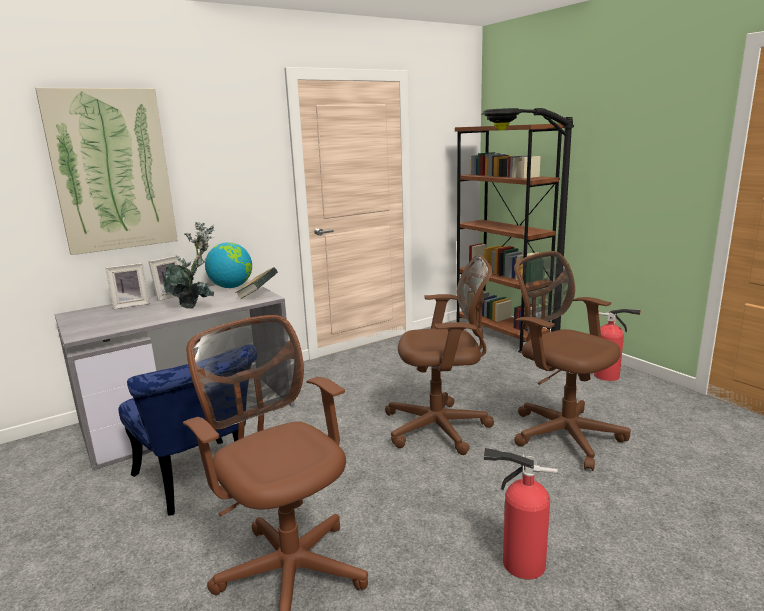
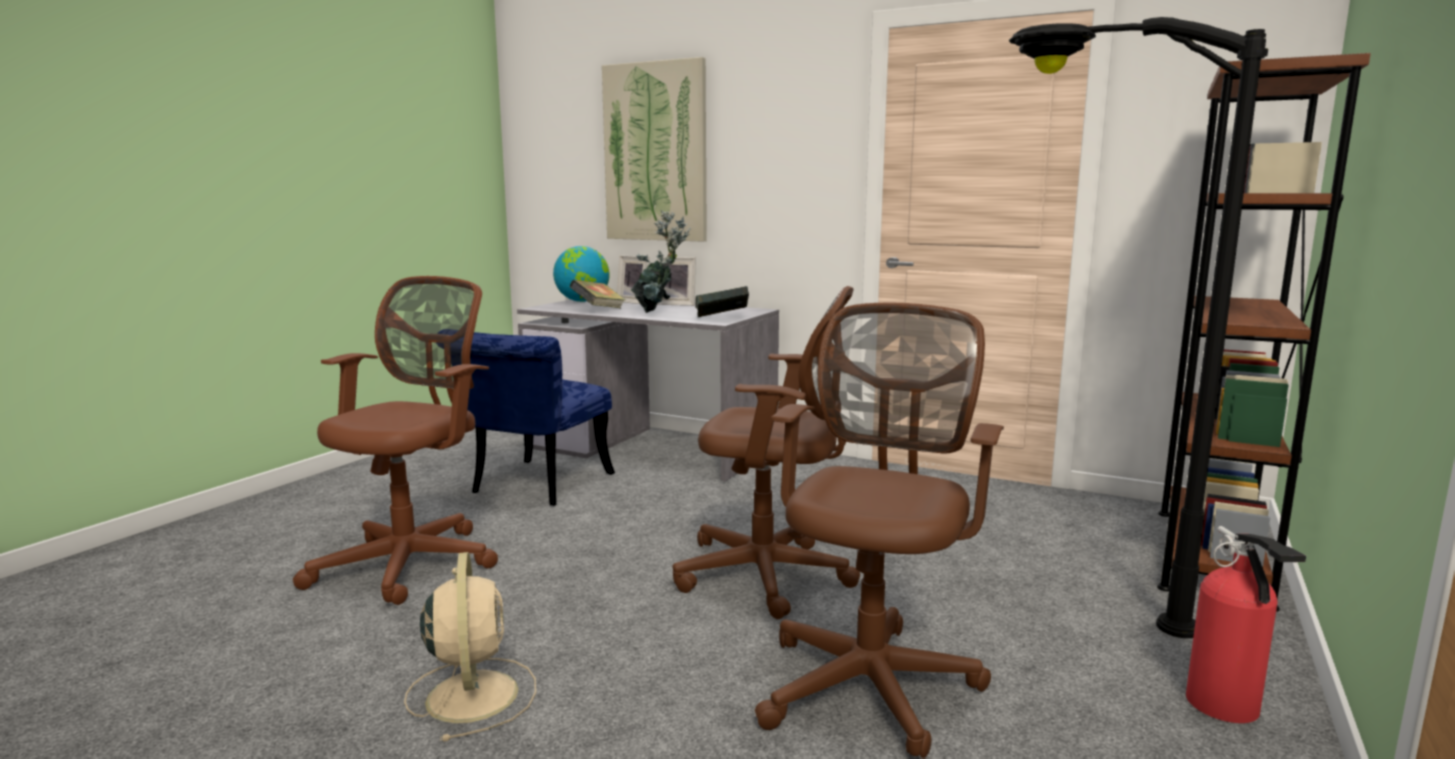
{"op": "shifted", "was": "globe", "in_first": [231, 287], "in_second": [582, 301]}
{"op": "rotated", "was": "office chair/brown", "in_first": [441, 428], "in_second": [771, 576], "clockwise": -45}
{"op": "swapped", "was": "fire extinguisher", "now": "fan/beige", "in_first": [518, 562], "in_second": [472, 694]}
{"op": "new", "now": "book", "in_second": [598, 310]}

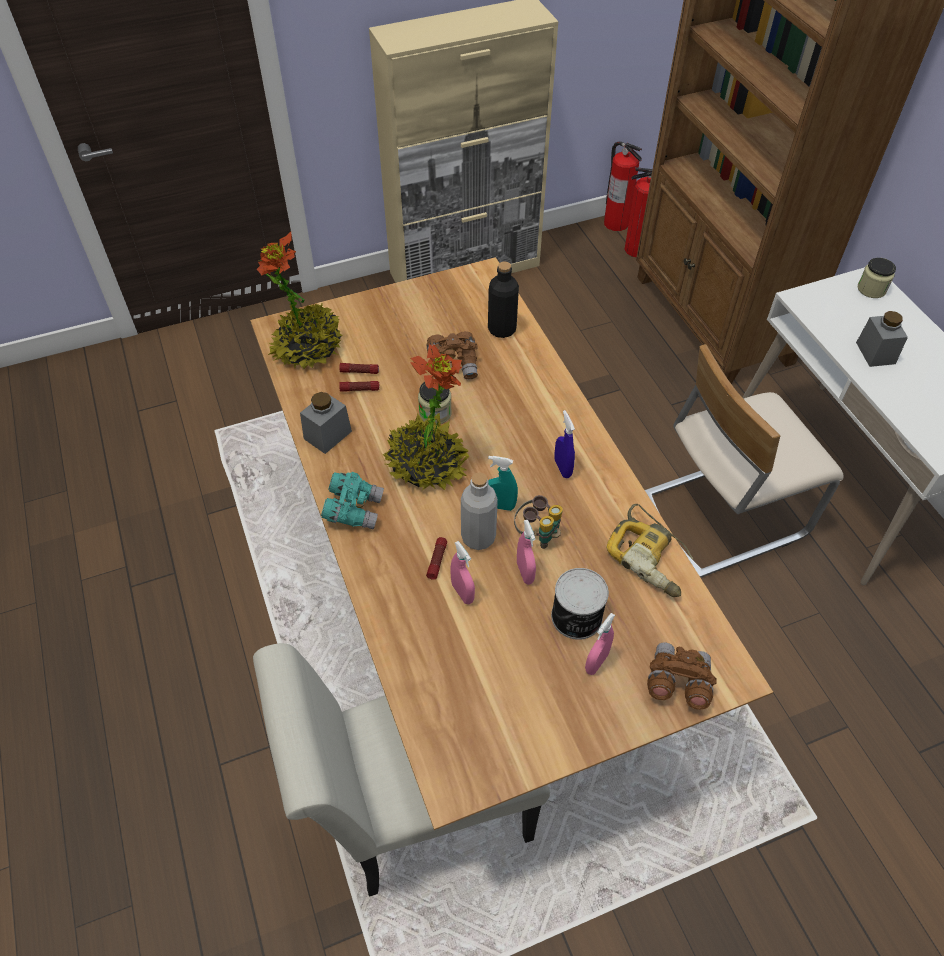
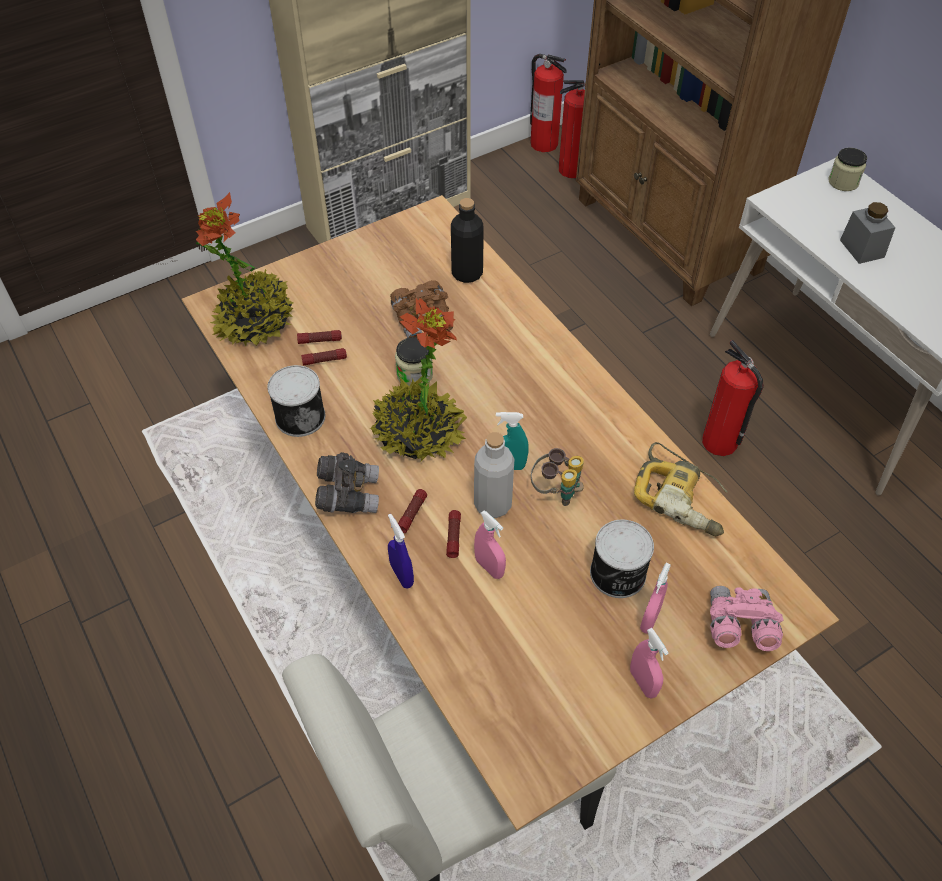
{"op": "swapped", "was": "jar/grey", "now": "can", "in_first": [327, 435], "in_second": [300, 416]}
{"op": "repainted", "was": "binoculars/turquoise", "now": "binoculars/grey", "in_first": [353, 509], "in_second": [348, 494]}
{"op": "shifted", "was": "spray bottle/pink", "in_first": [525, 572], "in_second": [643, 683]}
{"op": "shifted", "was": "spray bottle/blue", "in_first": [562, 468], "in_second": [402, 575]}
{"op": "swapped", "was": "chair/beige", "now": "fire extinguisher", "in_first": [722, 514], "in_second": [720, 442]}
{"op": "repainted", "was": "binoculars/brown", "now": "binoculars/pink", "in_first": [677, 682], "in_second": [738, 626]}
{"op": "new", "now": "flashlight", "in_second": [412, 514]}

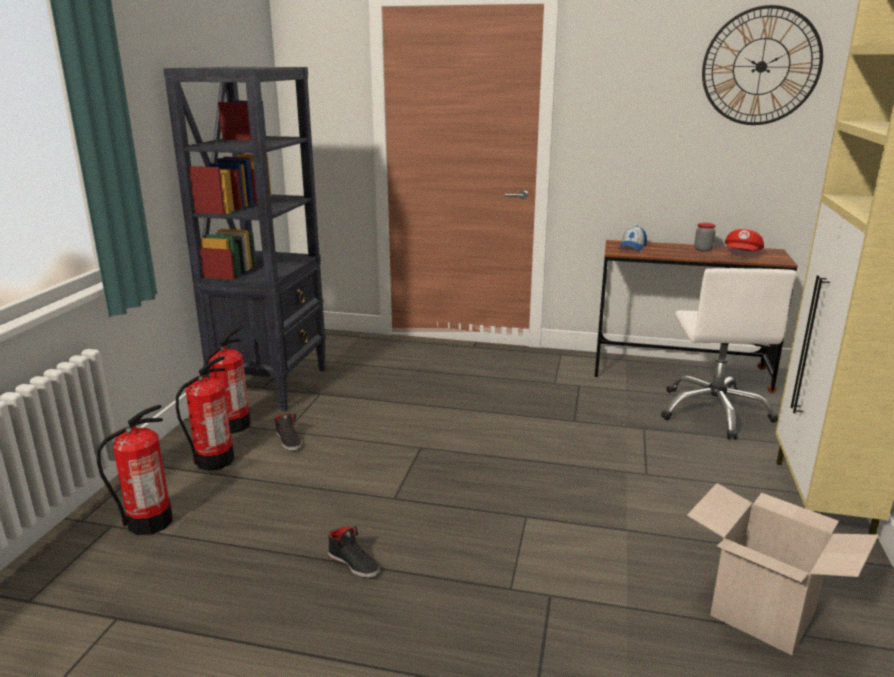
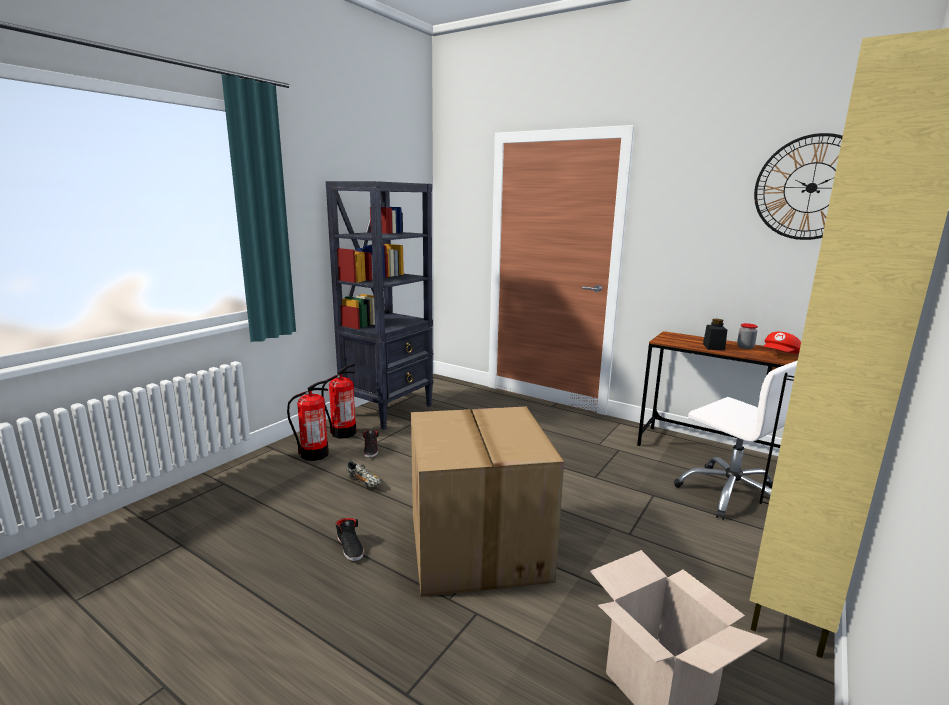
{"op": "gone", "was": "fire extinguisher", "in_first": [149, 522]}
{"op": "gone", "was": "cap", "in_first": [632, 247]}
{"op": "rotated", "was": "office chair/white", "in_first": [714, 412], "in_second": [731, 494], "clockwise": -60}
{"op": "new", "now": "shoe", "in_second": [364, 482]}
{"op": "new", "now": "cardboard box", "in_second": [480, 547]}
{"op": "new", "now": "jar/black", "in_second": [713, 347]}

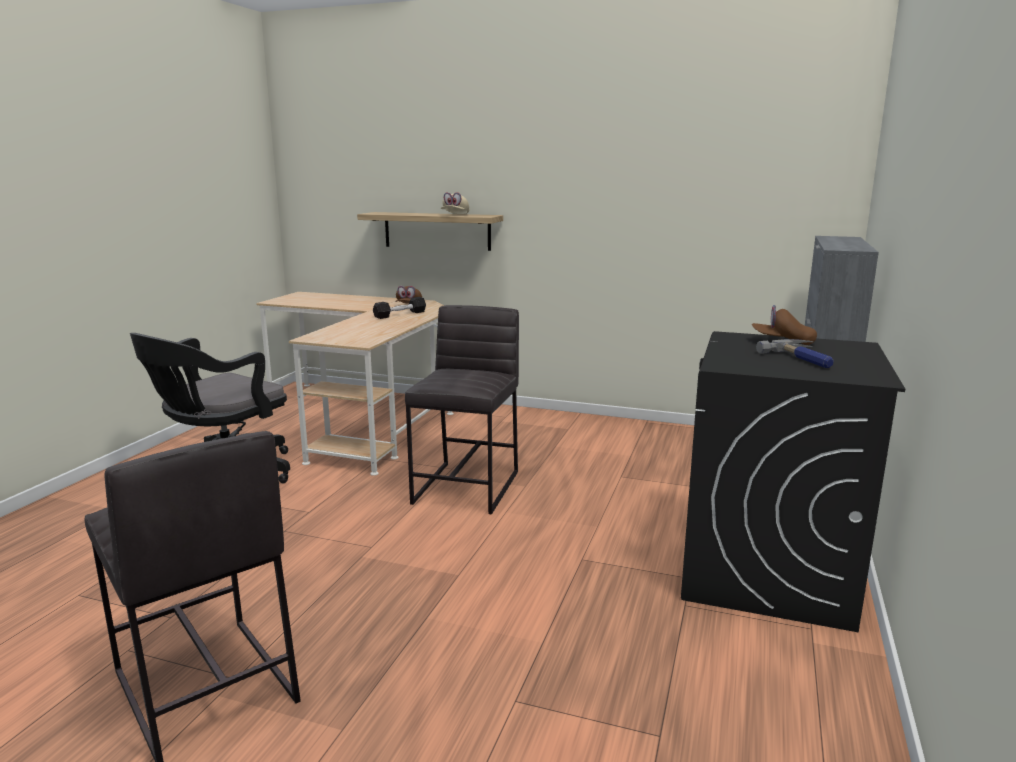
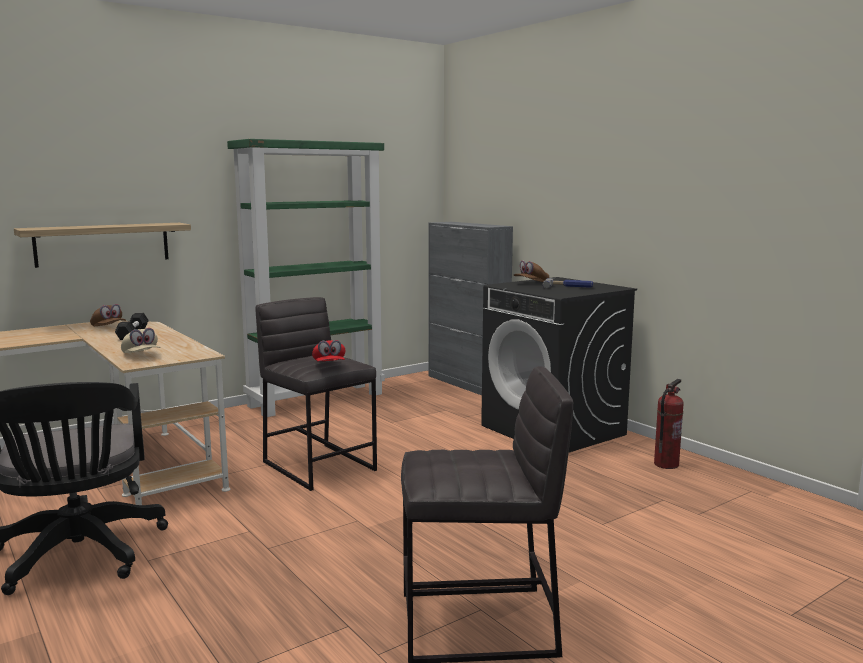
{"op": "shifted", "was": "cap/beige", "in_first": [455, 215], "in_second": [141, 355]}
{"op": "new", "now": "bookcase/green", "in_second": [316, 399]}
{"op": "new", "now": "cap/red", "in_second": [329, 365]}
{"op": "new", "now": "fire extinguisher", "in_second": [666, 464]}

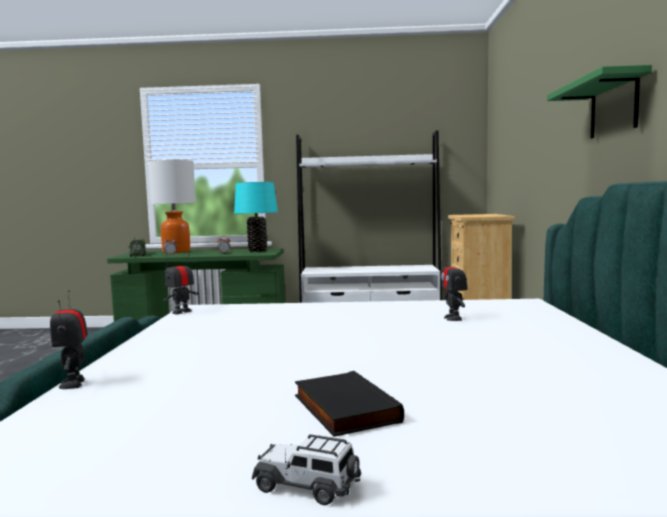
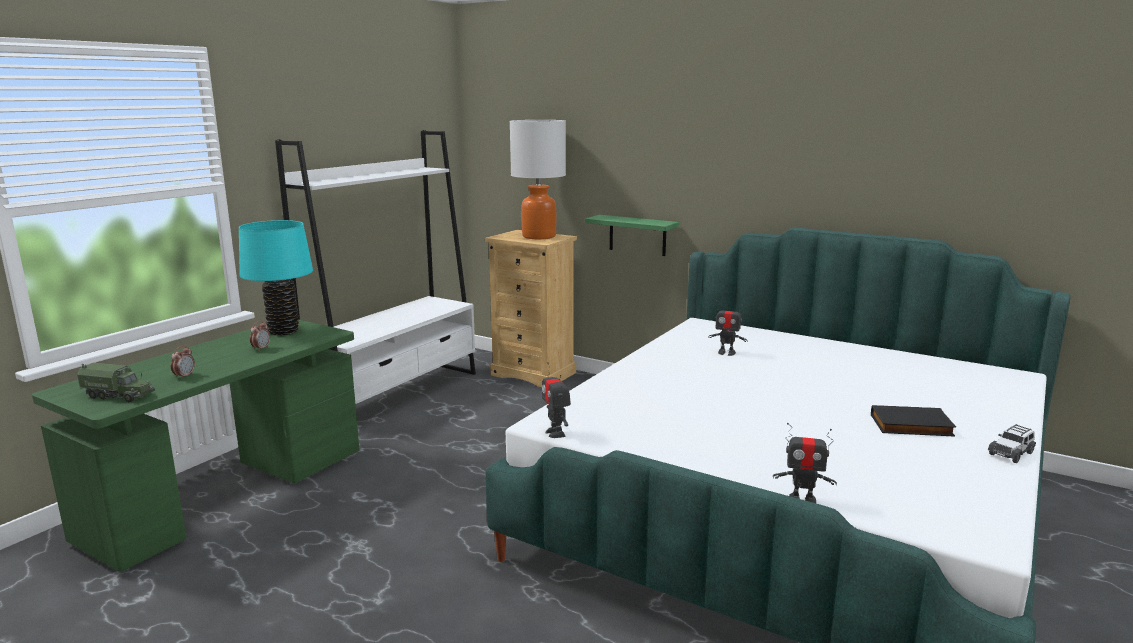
{"op": "shifted", "was": "table lamp", "in_first": [176, 251], "in_second": [538, 236]}
{"op": "shifted", "was": "shelf/green", "in_first": [613, 107], "in_second": [637, 235]}

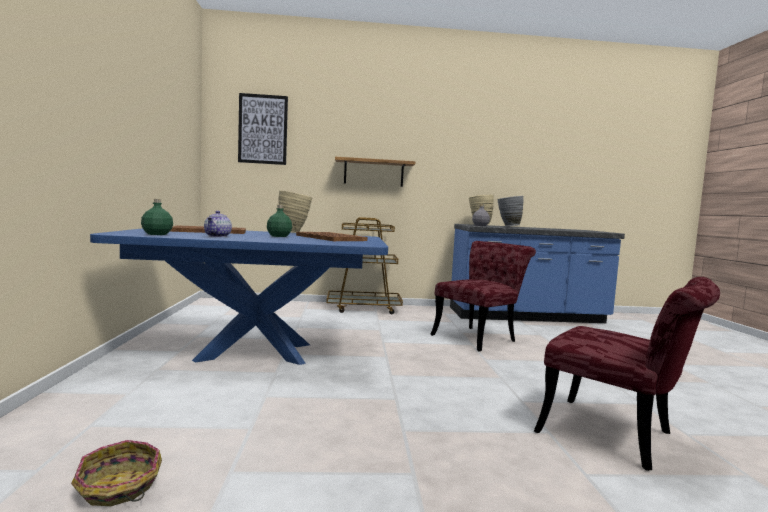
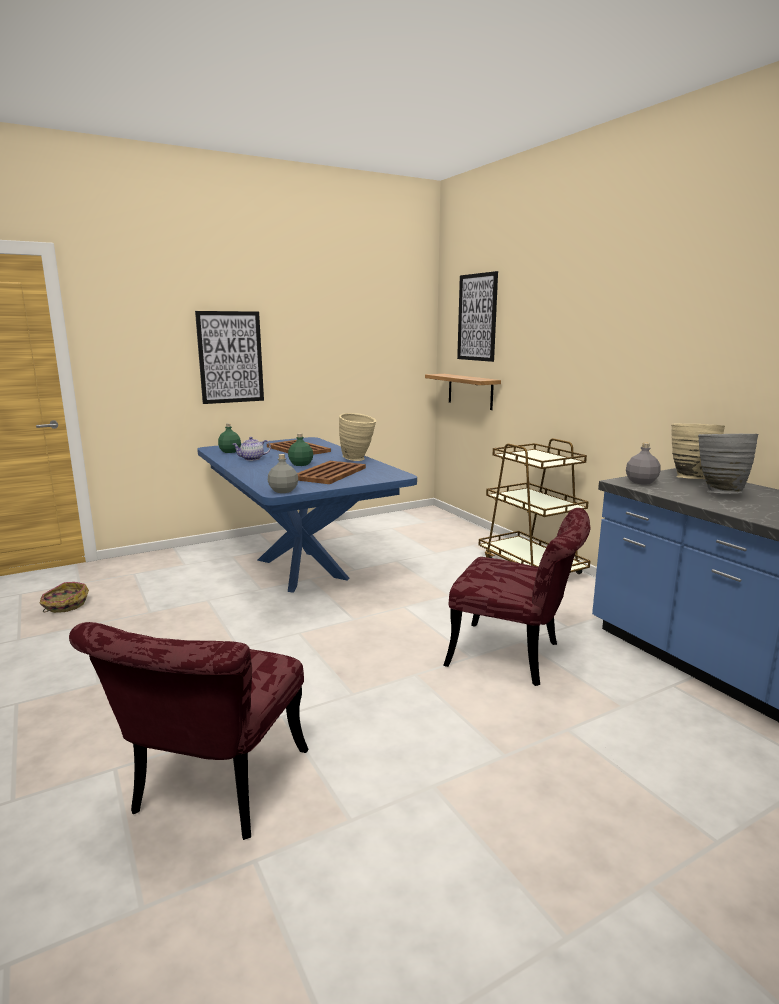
{"op": "shifted", "was": "shelf", "in_first": [373, 173], "in_second": [470, 391]}
{"op": "new", "now": "picture", "in_second": [230, 357]}
{"op": "new", "now": "bottle/grey", "in_second": [283, 491]}

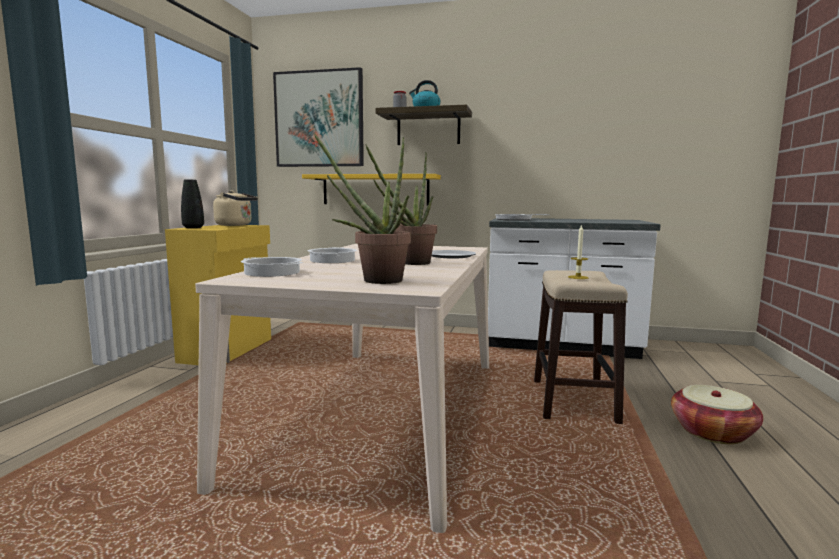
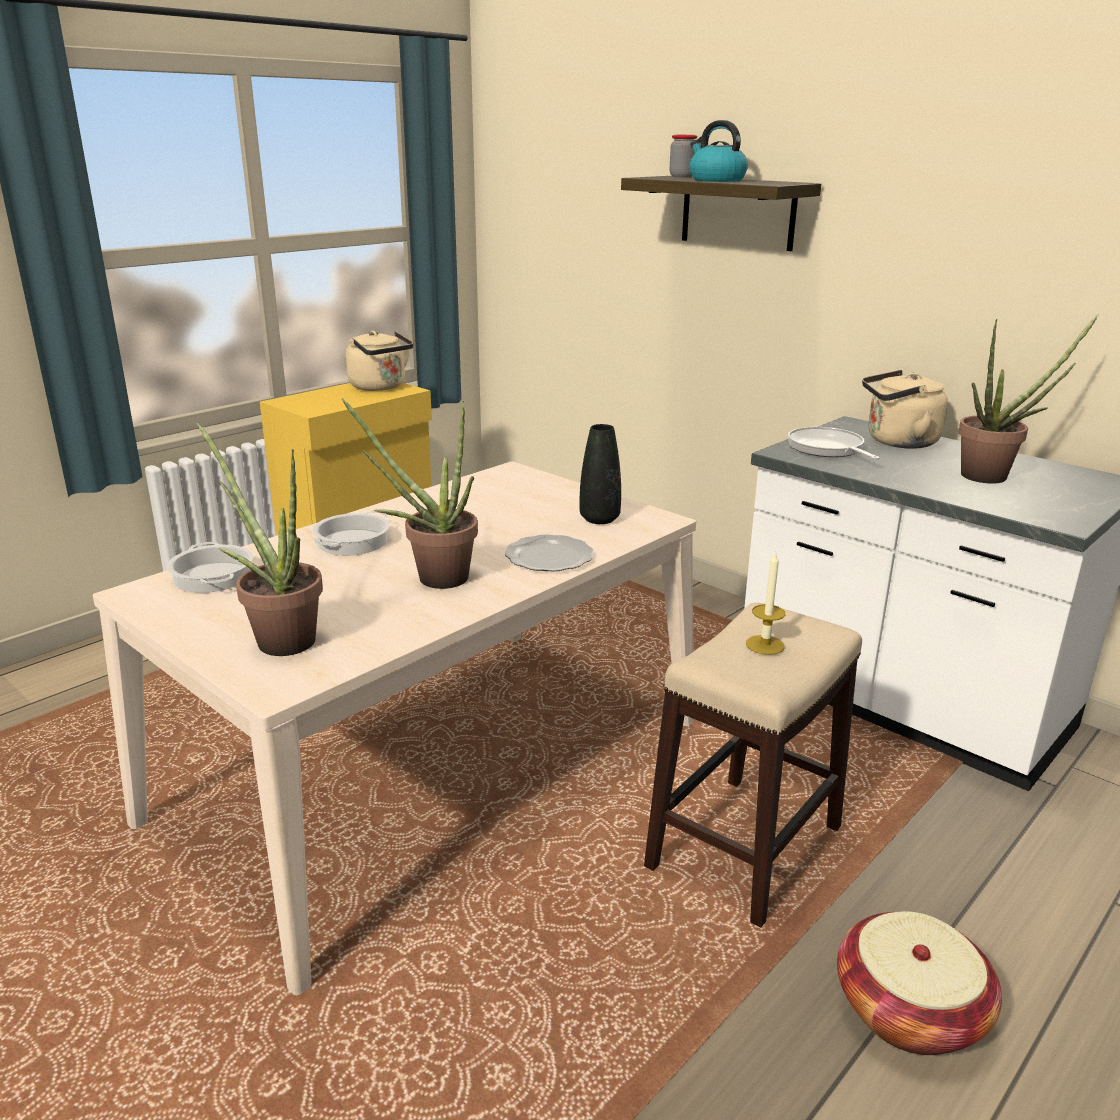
{"op": "shifted", "was": "vase/black", "in_first": [193, 227], "in_second": [599, 519]}
{"op": "gone", "was": "picture", "in_first": [319, 119]}
{"op": "gone", "was": "shelf/yellow", "in_first": [375, 190]}
{"op": "new", "now": "kettle/beige", "in_second": [897, 442]}
{"op": "new", "now": "potted plant", "in_second": [994, 476]}

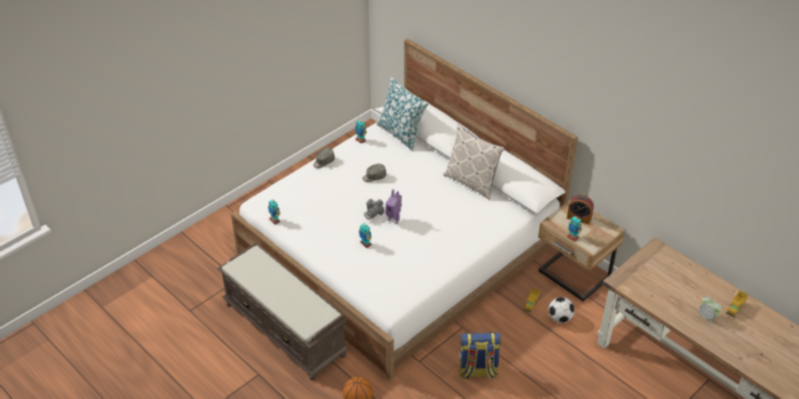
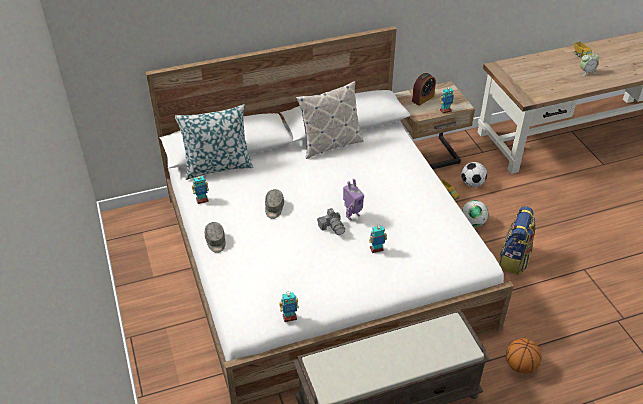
{"op": "new", "now": "football", "in_second": [472, 223]}

